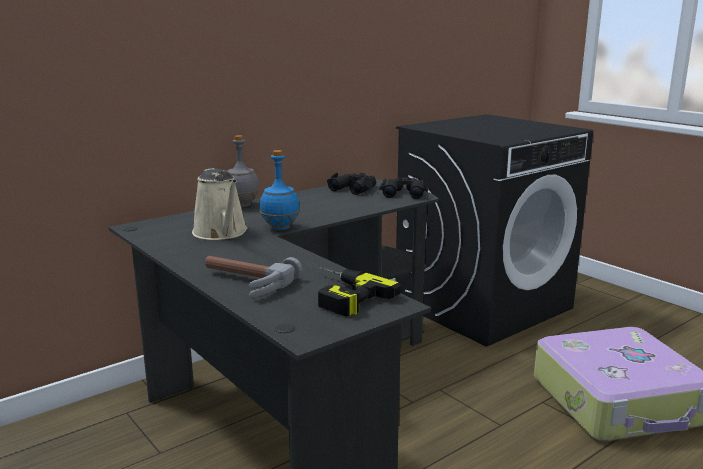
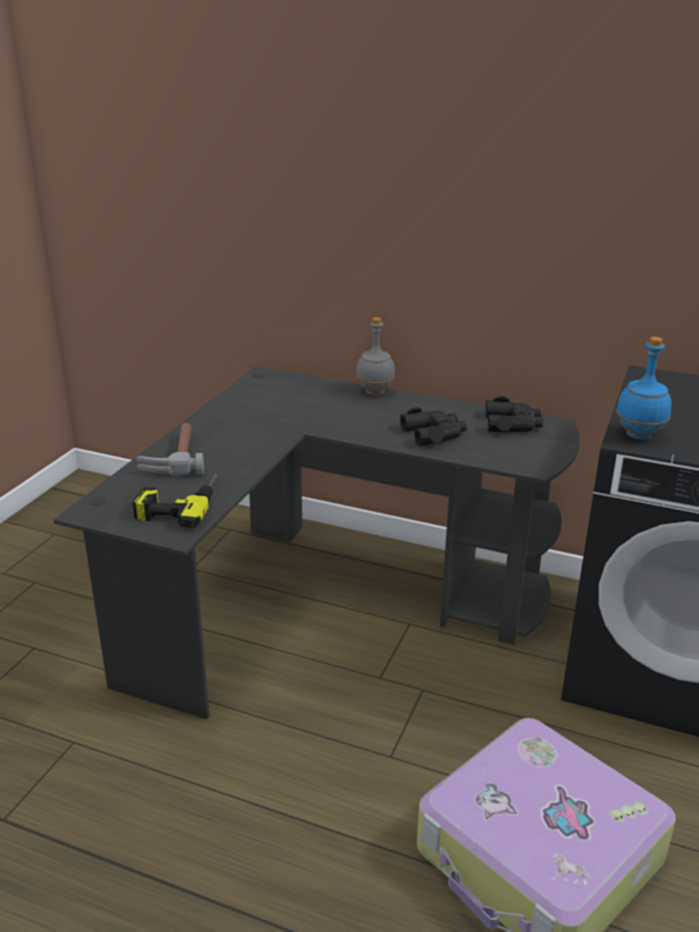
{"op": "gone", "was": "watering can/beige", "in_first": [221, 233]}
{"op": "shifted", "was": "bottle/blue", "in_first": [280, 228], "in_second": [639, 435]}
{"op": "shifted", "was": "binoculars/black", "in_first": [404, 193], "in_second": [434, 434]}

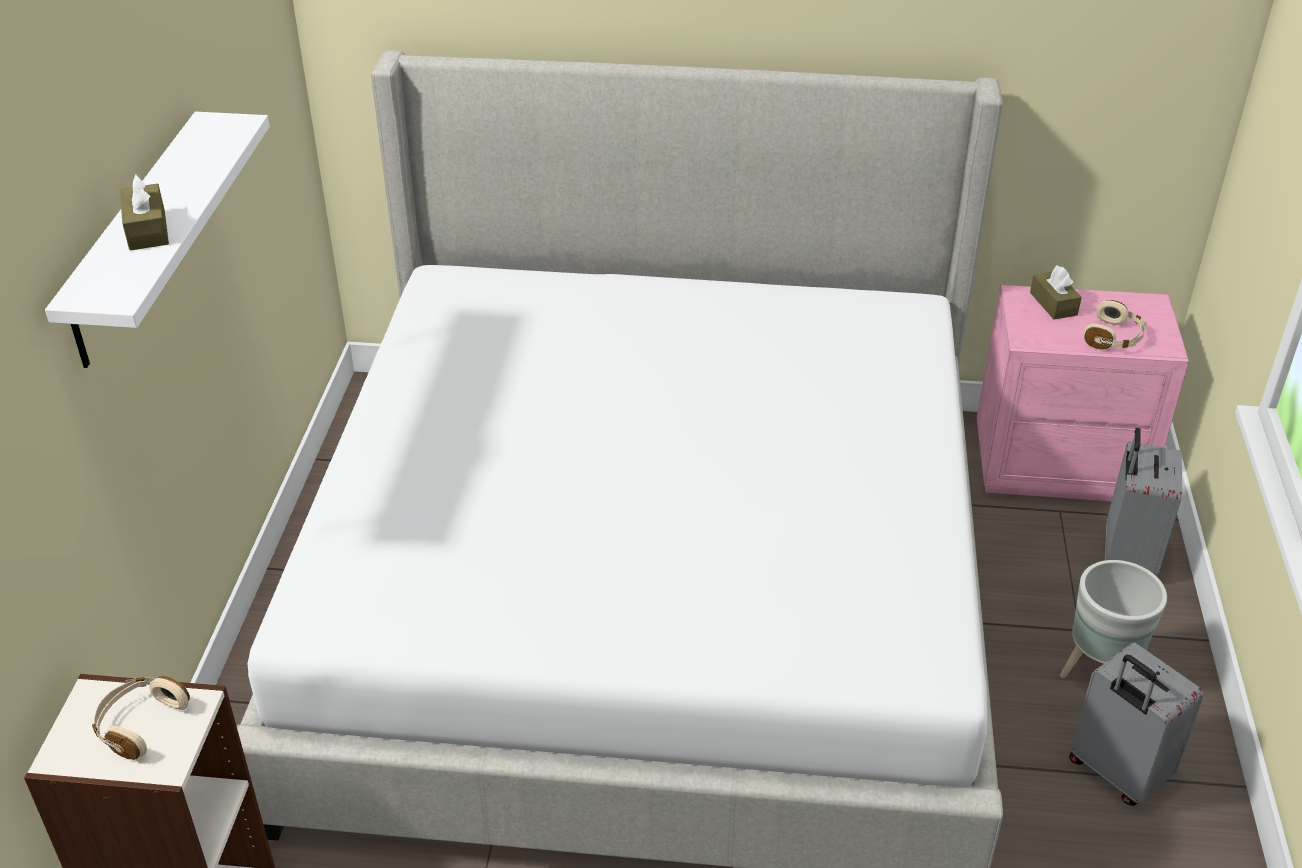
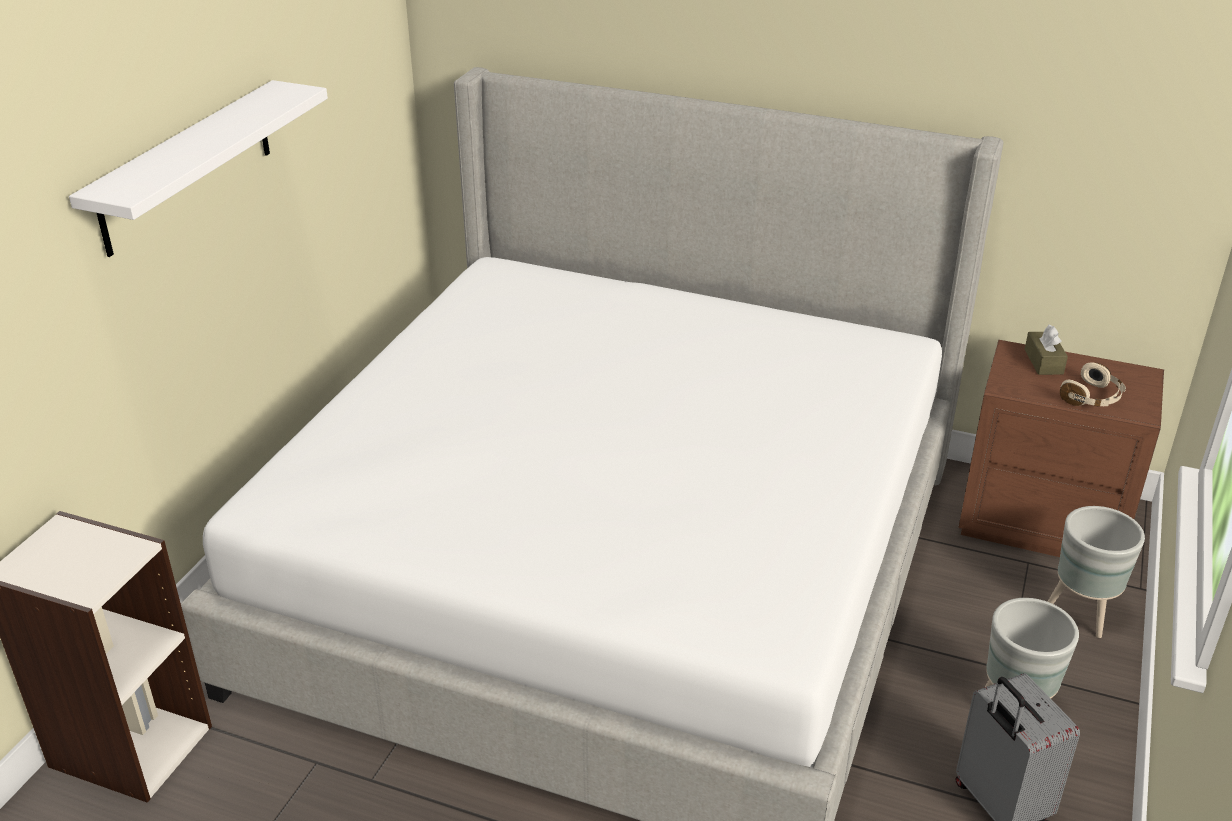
{"op": "gone", "was": "headphones/beige", "in_first": [139, 724]}
{"op": "gone", "was": "tissue box/brown", "in_first": [147, 230]}
{"op": "repainted", "was": "nightstand/pink", "now": "nightstand/brown", "in_first": [1058, 463], "in_second": [1042, 521]}
{"op": "swapped", "was": "suitcase/grey", "now": "planter/grey", "in_first": [1126, 556], "in_second": [1080, 613]}

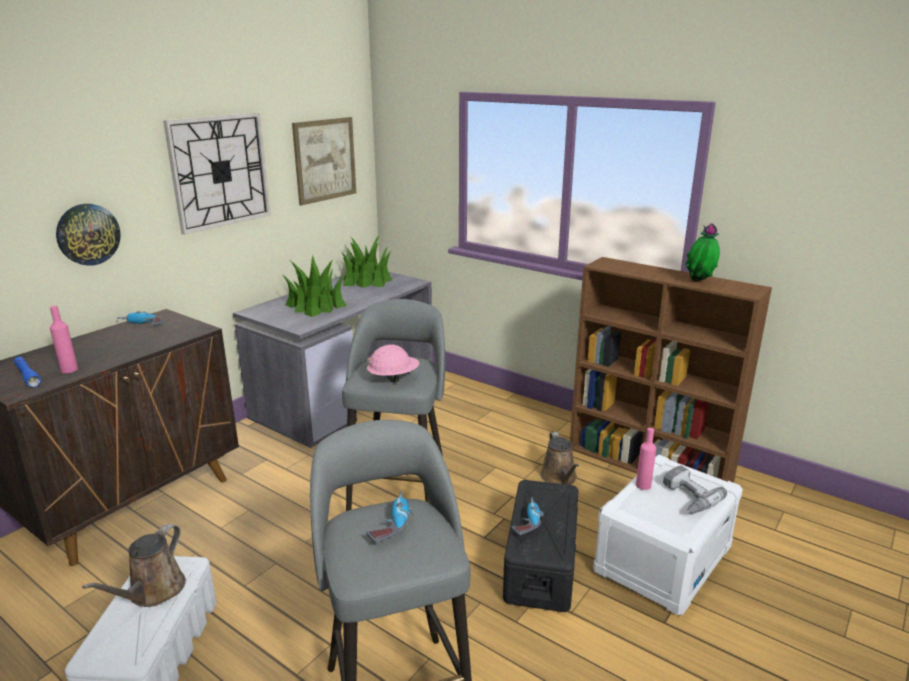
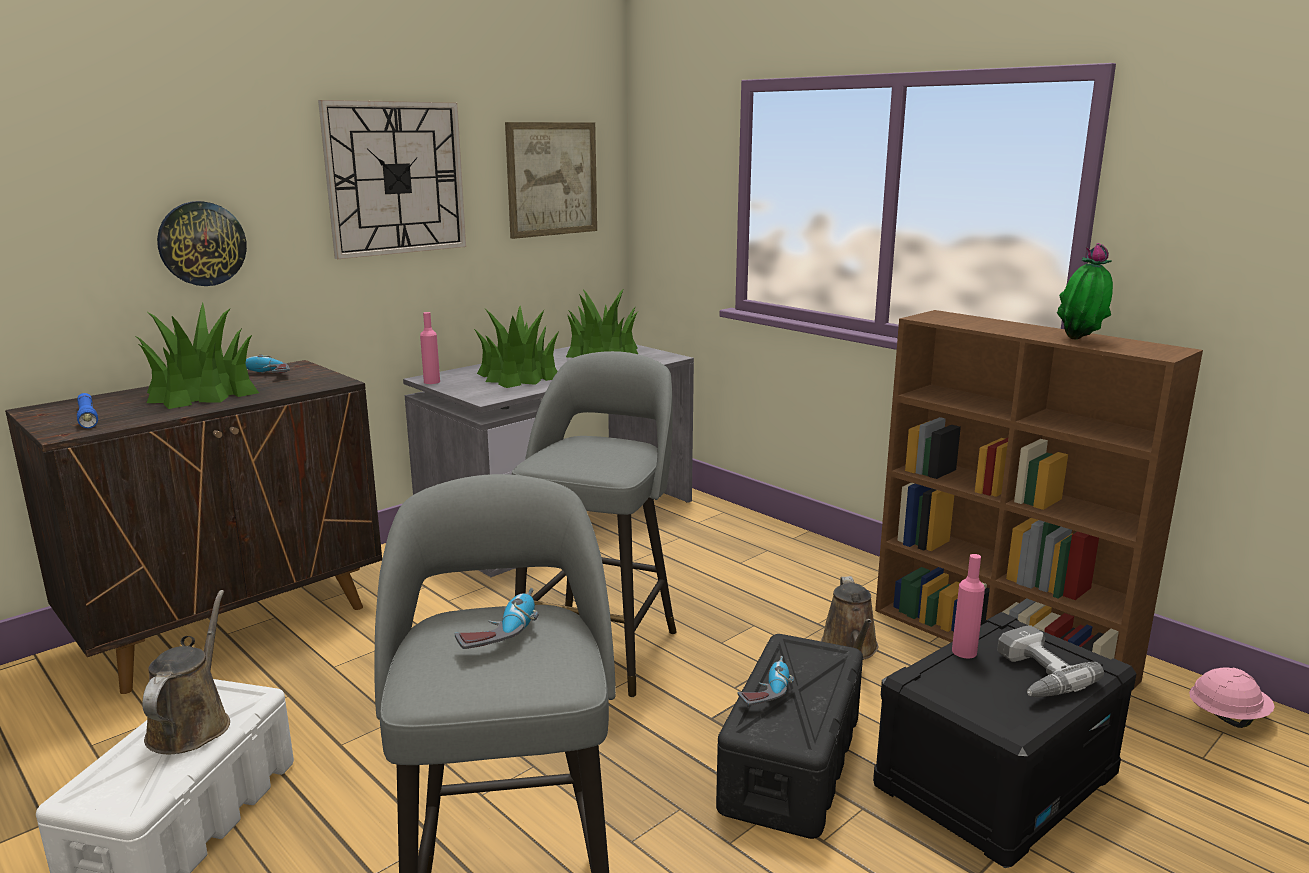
{"op": "shifted", "was": "bottle/pink", "in_first": [69, 369], "in_second": [432, 382]}
{"op": "rotated", "was": "watering can/brown", "in_first": [153, 592], "in_second": [192, 724], "clockwise": 150}
{"op": "shifted", "was": "hard hat/pink", "in_first": [393, 378], "in_second": [1226, 717]}
{"op": "repainted", "was": "storage box/white", "now": "storage box/black", "in_first": [662, 559], "in_second": [995, 780]}
{"op": "new", "now": "potted plant", "in_second": [201, 393]}

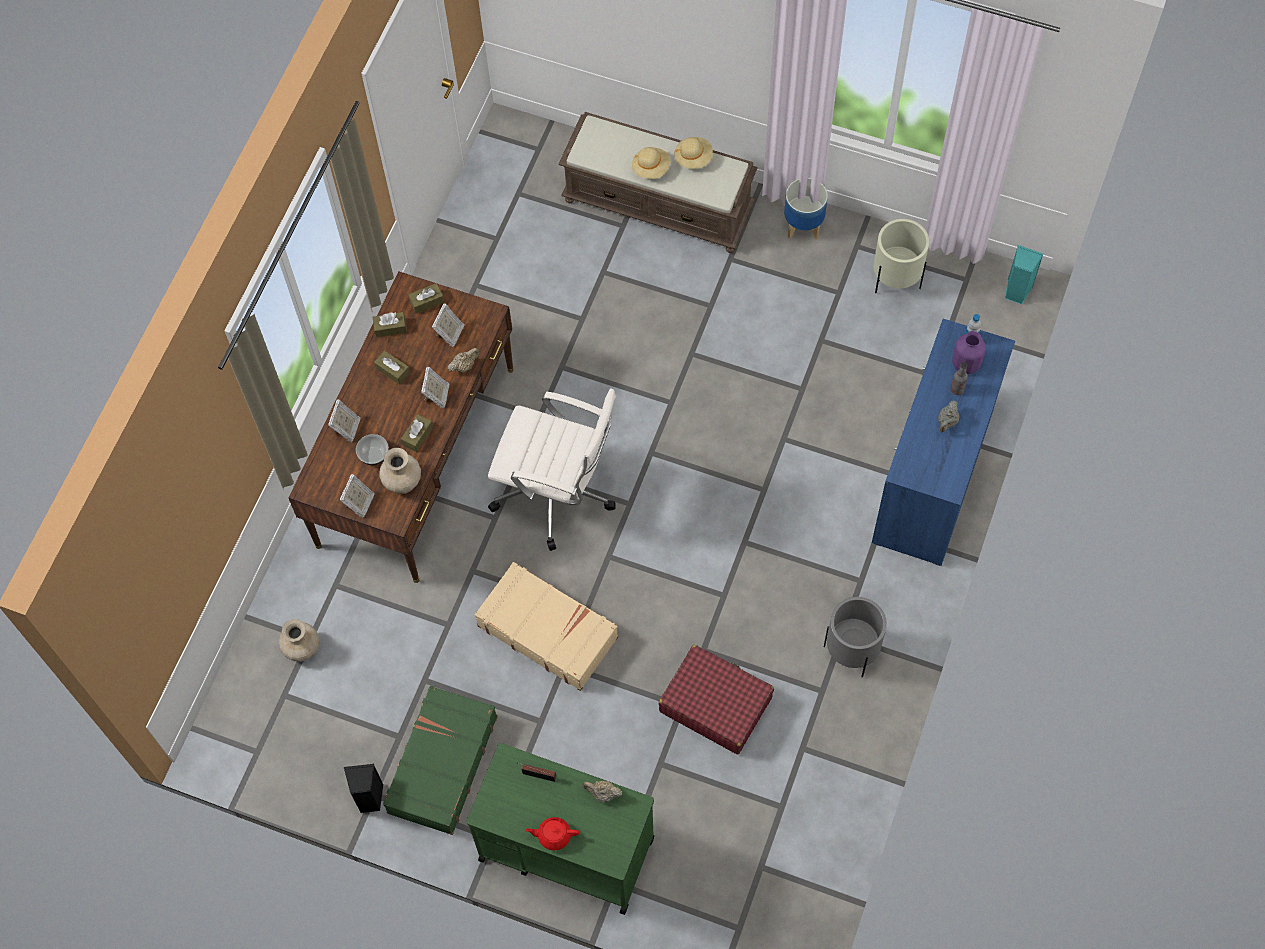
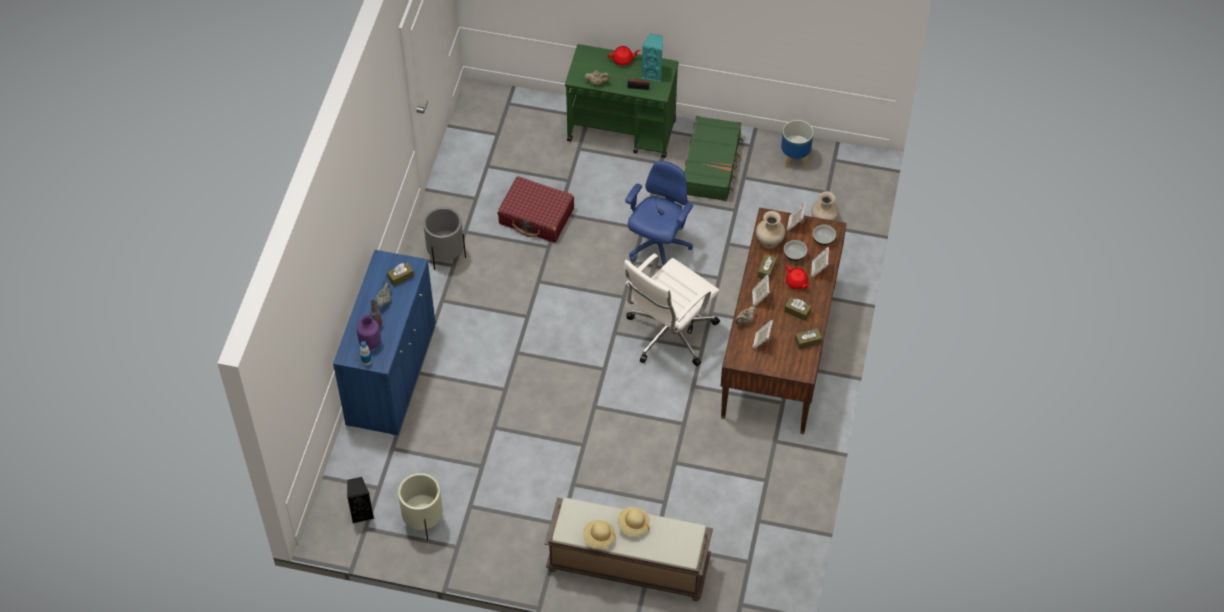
{"op": "shifted", "was": "speaker/black", "in_first": [369, 798], "in_second": [362, 513]}
{"op": "shifted", "was": "tissue box/brown", "in_first": [427, 301], "in_second": [401, 277]}
{"op": "swapped", "was": "suitcase/beige", "now": "office chair/blue", "in_first": [548, 630], "in_second": [658, 247]}
{"op": "rotated", "was": "office chair/white", "in_first": [557, 493], "in_second": [669, 334], "clockwise": -60}
{"op": "shifted", "was": "planter", "in_first": [802, 226], "in_second": [795, 158]}
{"op": "shifted", "was": "speaker/turquoise", "in_first": [1016, 291], "in_second": [653, 73]}
{"op": "new", "now": "teapot/red", "in_second": [796, 282]}
{"op": "new", "now": "bowl", "in_second": [823, 239]}

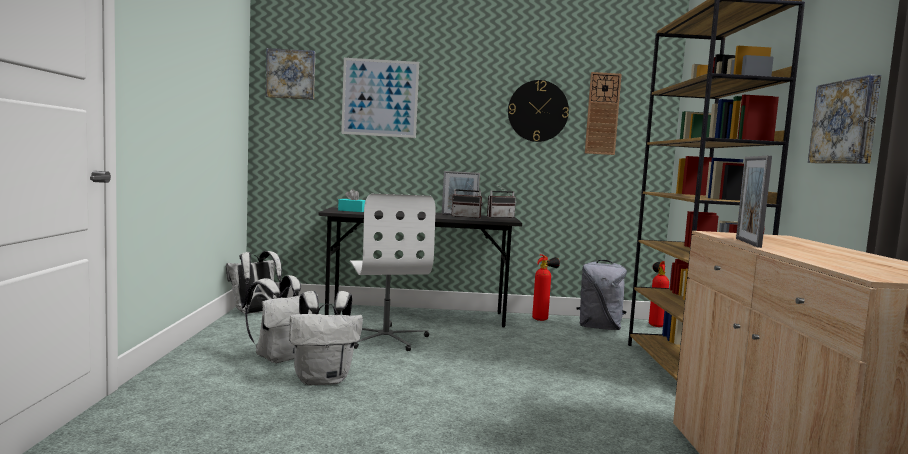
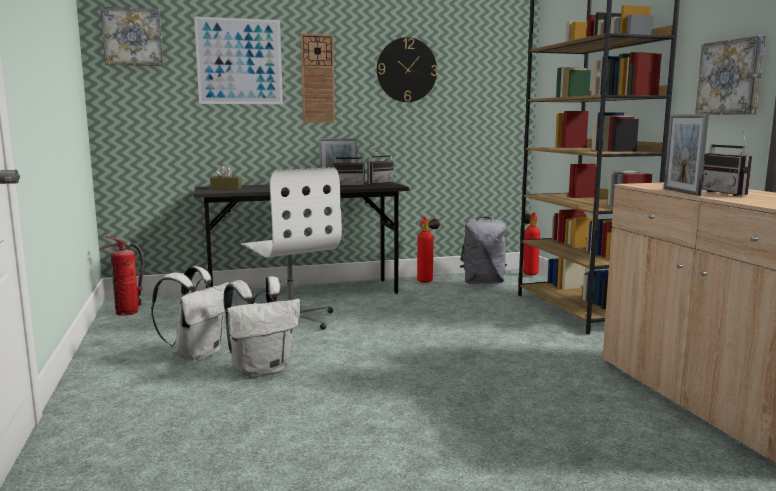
{"op": "swapped", "was": "backpack/white", "now": "fire extinguisher", "in_first": [254, 313], "in_second": [127, 312]}
{"op": "repainted", "was": "tissue box/turquoise", "now": "tissue box/brown", "in_first": [352, 210], "in_second": [226, 189]}
{"op": "shifted", "was": "wall clock", "in_first": [602, 114], "in_second": [317, 79]}
{"op": "new", "now": "radio", "in_second": [729, 193]}

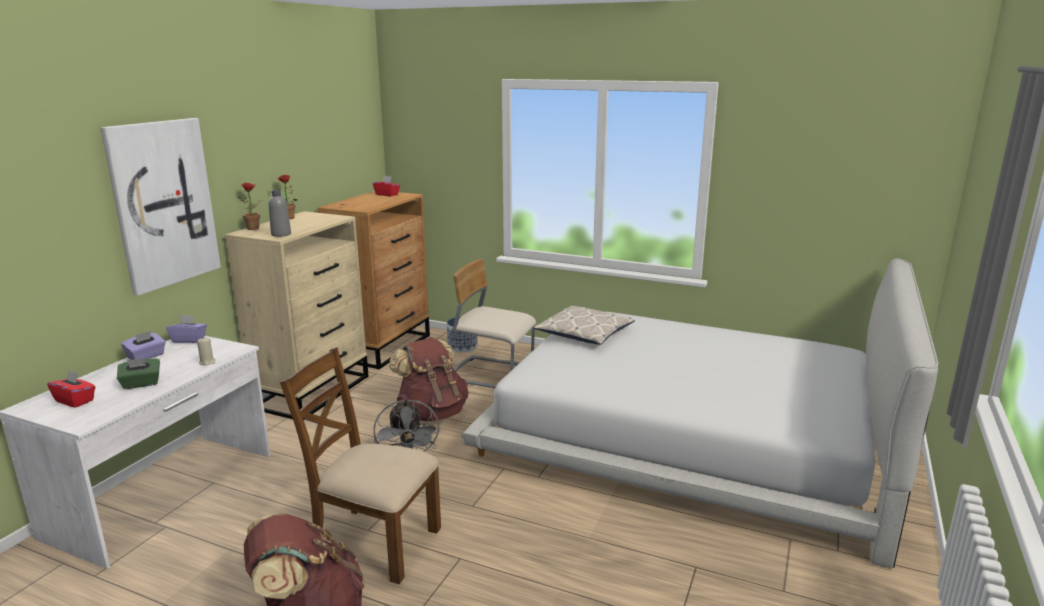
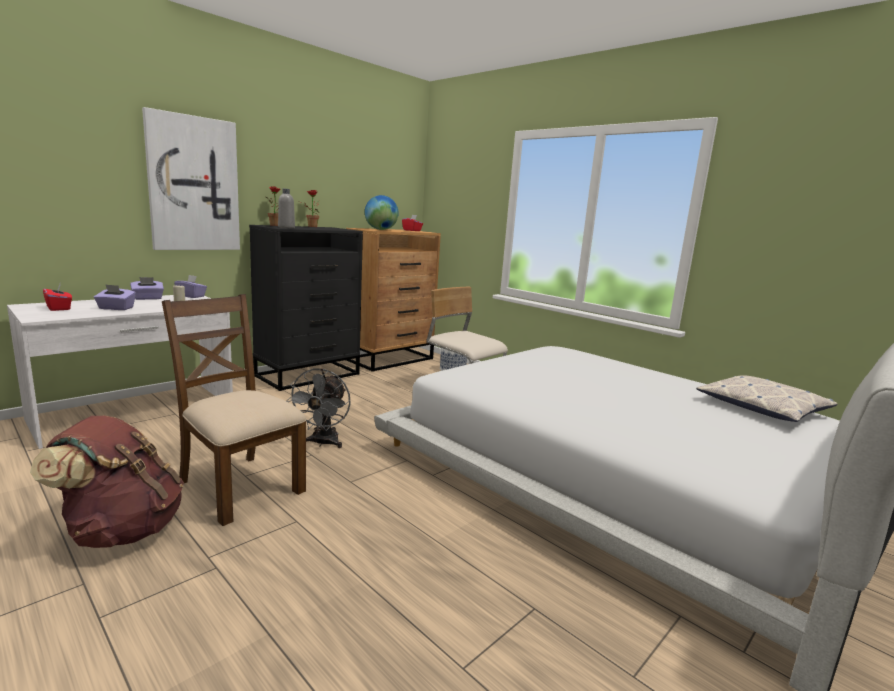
{"op": "repainted", "was": "tissue box/green", "now": "tissue box/purple", "in_first": [141, 384], "in_second": [116, 308]}
{"op": "repainted", "was": "dresser/beige", "now": "dresser/black", "in_first": [313, 391], "in_second": [309, 375]}
{"op": "gone", "was": "backpack/brown", "in_first": [432, 413]}
{"op": "shifted", "was": "pillow", "in_first": [584, 333], "in_second": [762, 408]}
{"op": "new", "now": "globe", "in_second": [381, 230]}

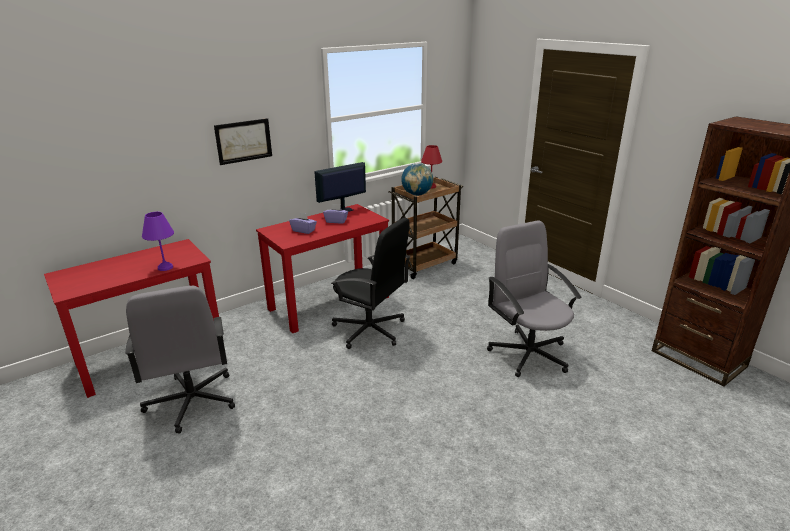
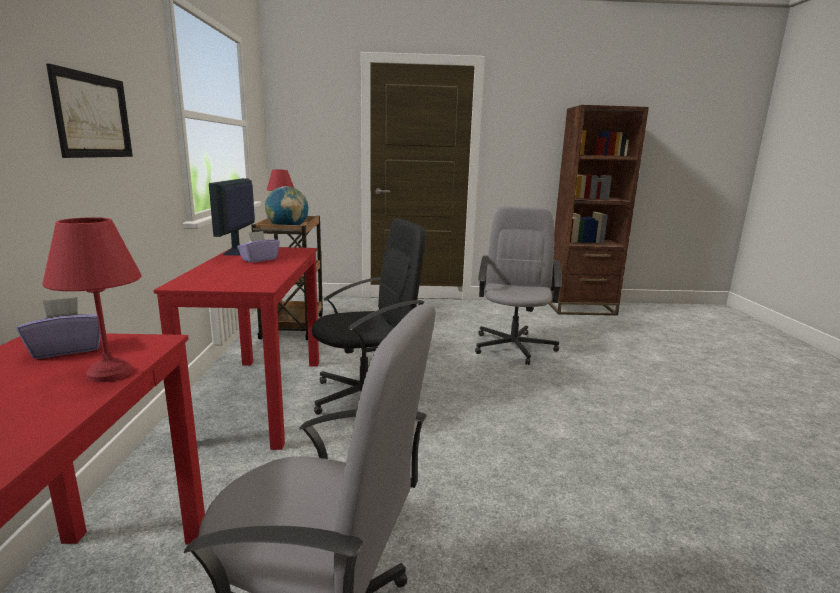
{"op": "repainted", "was": "table lamp/purple", "now": "table lamp/red", "in_first": [165, 267], "in_second": [108, 373]}
{"op": "shifted", "was": "tissue box/purple", "in_first": [304, 230], "in_second": [68, 349]}
{"op": "rotated", "was": "office chair/grey", "in_first": [528, 353], "in_second": [514, 346], "clockwise": 90}

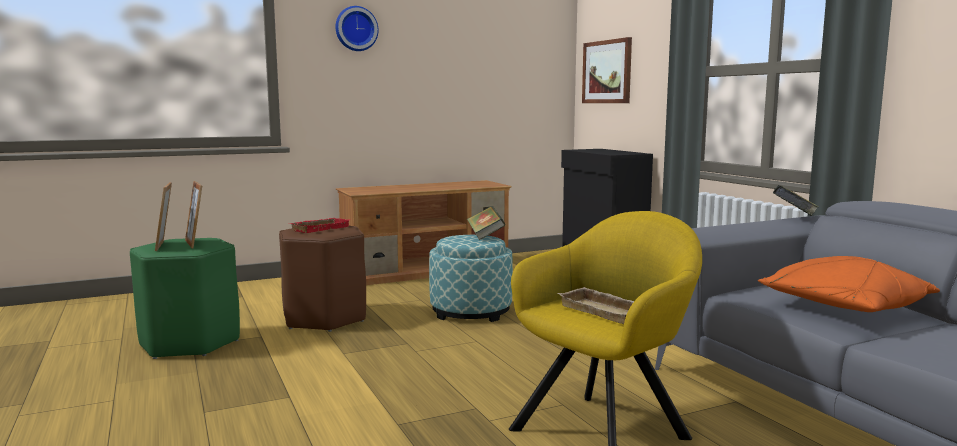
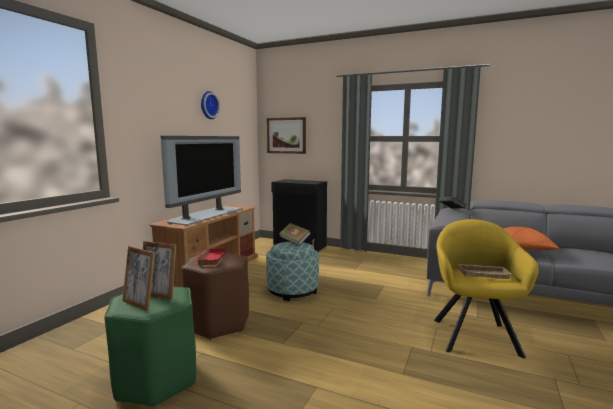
{"op": "shifted", "was": "wall clock", "in_first": [356, 29], "in_second": [208, 105]}
{"op": "new", "now": "television", "in_second": [206, 215]}

